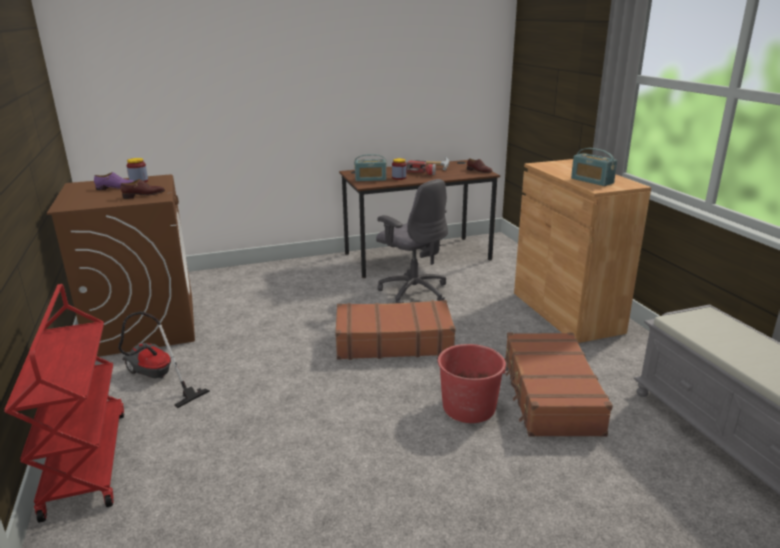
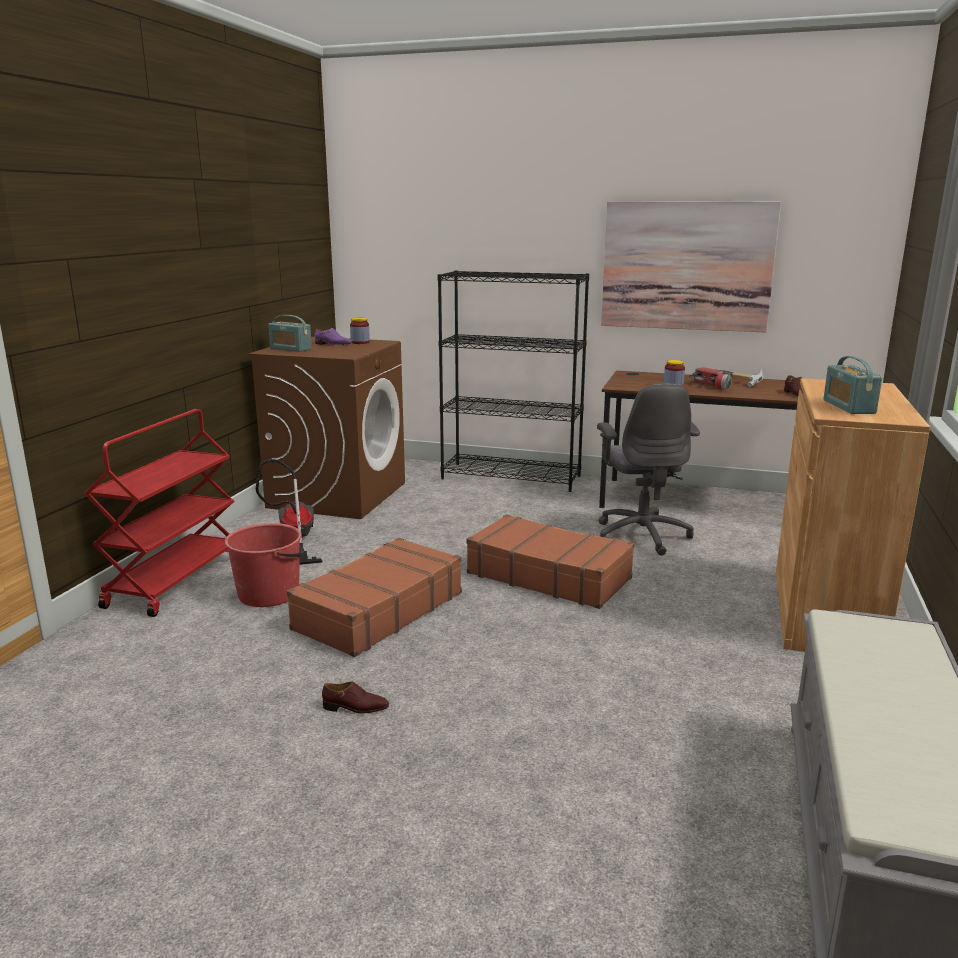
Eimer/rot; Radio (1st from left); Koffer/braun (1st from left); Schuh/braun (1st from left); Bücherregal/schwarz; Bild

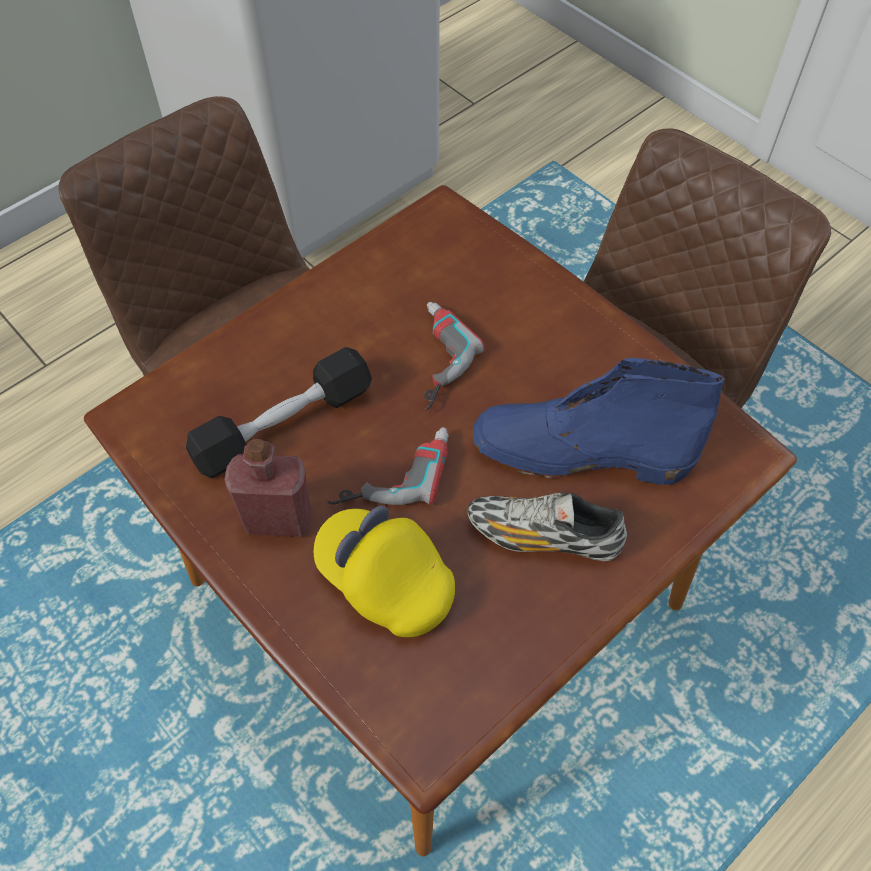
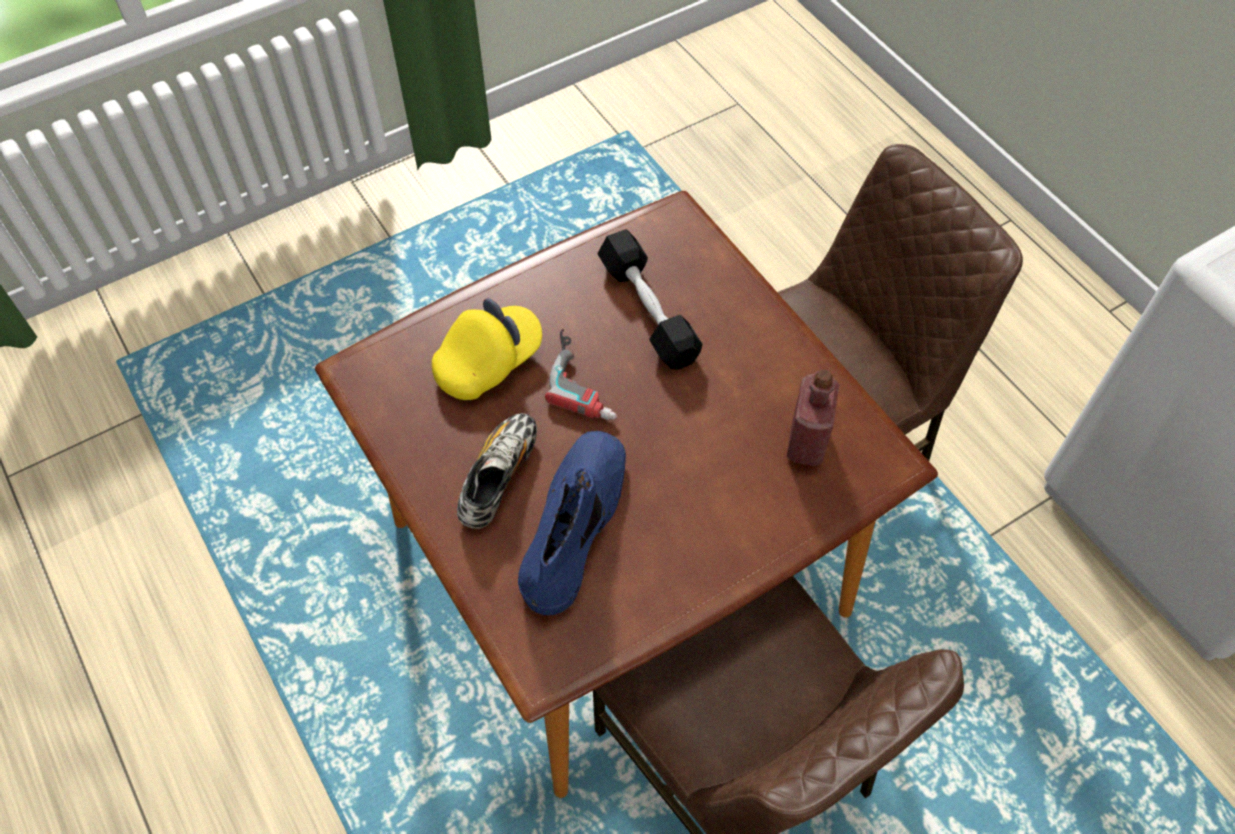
Flasche/rot; Bohrmaschine (2nd from left in the first image)

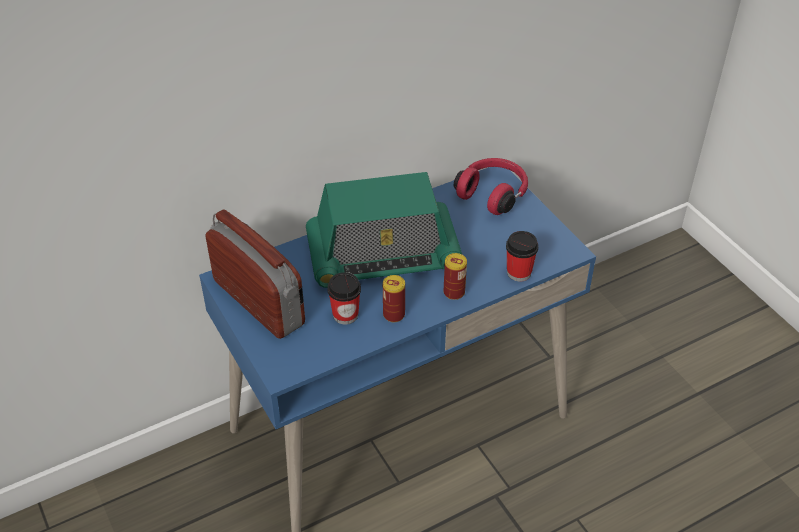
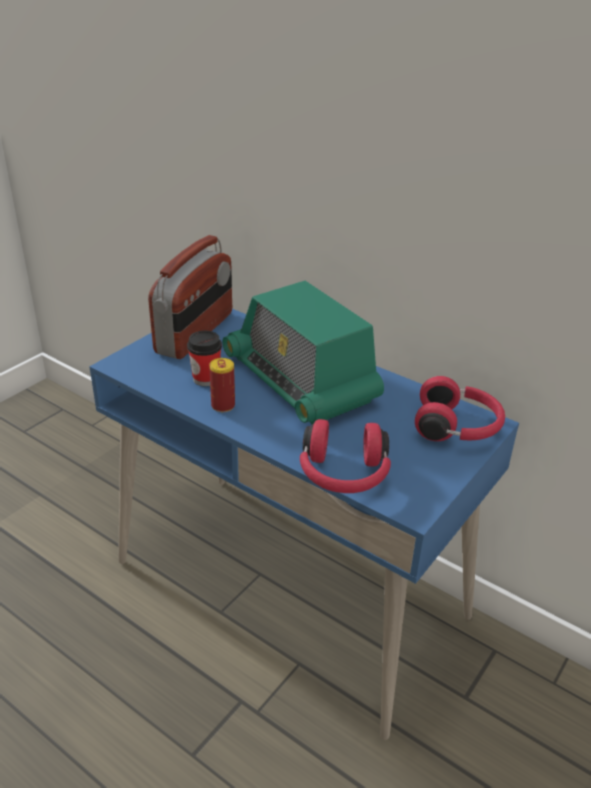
Kopfhörer/rot (1st from left); Dose (2nd from left in the first image)

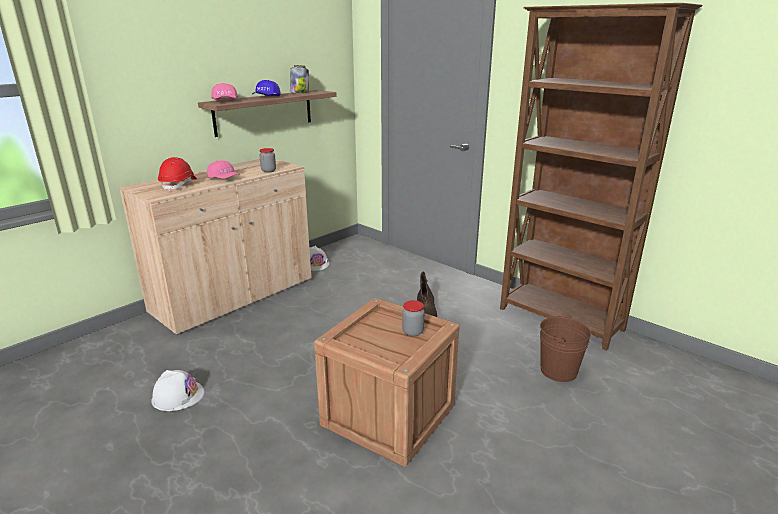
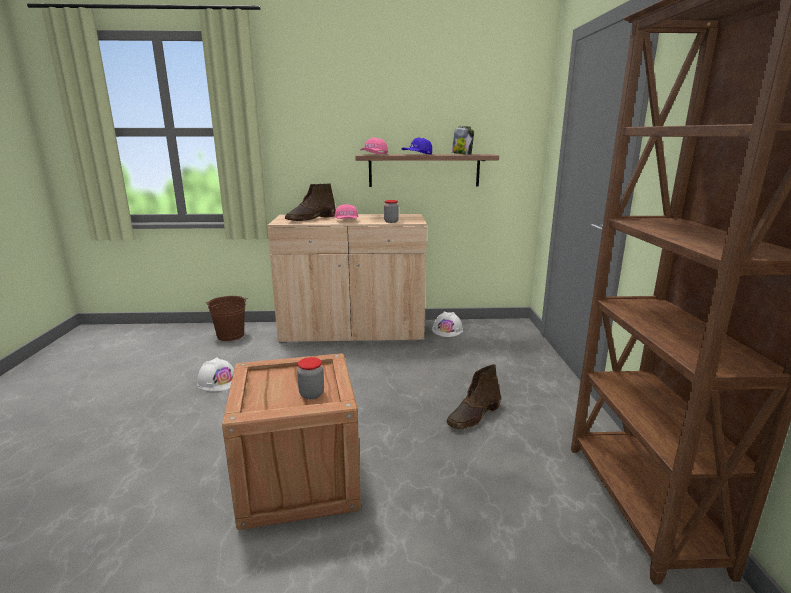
Eimer/braun; Stiefel/braun (1st from left)

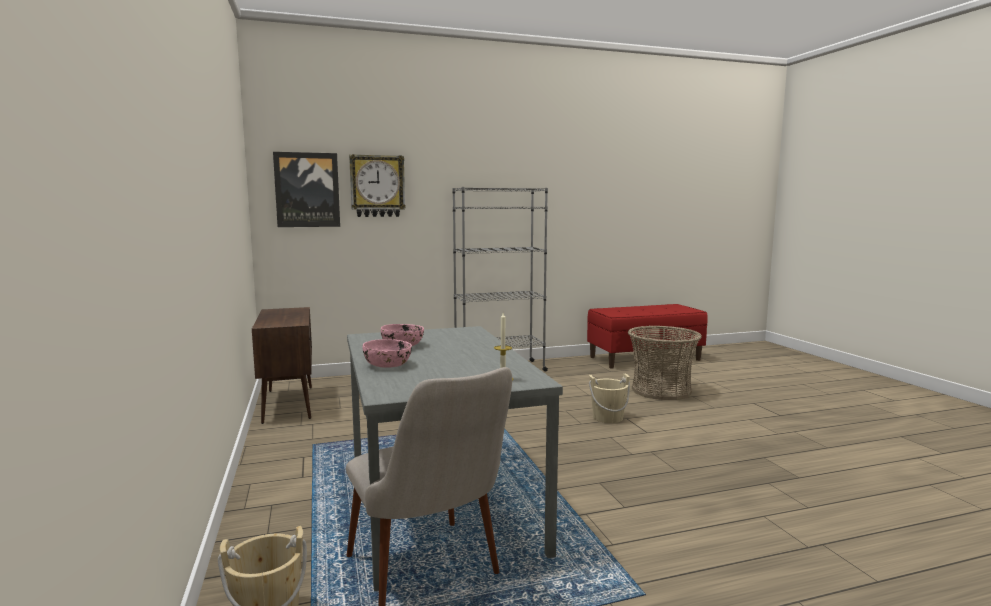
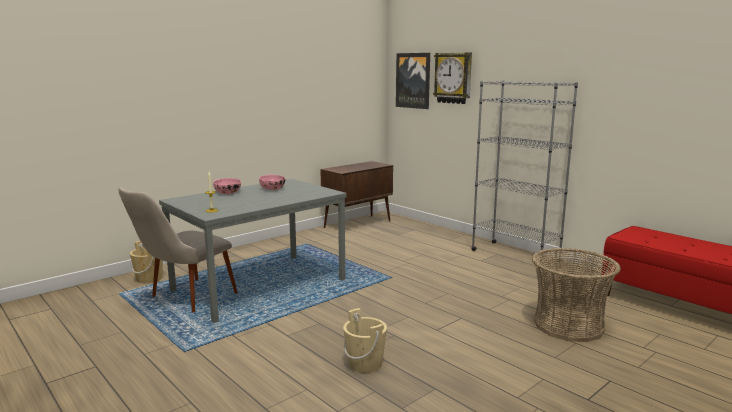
Eimer/beige (2nd from left)

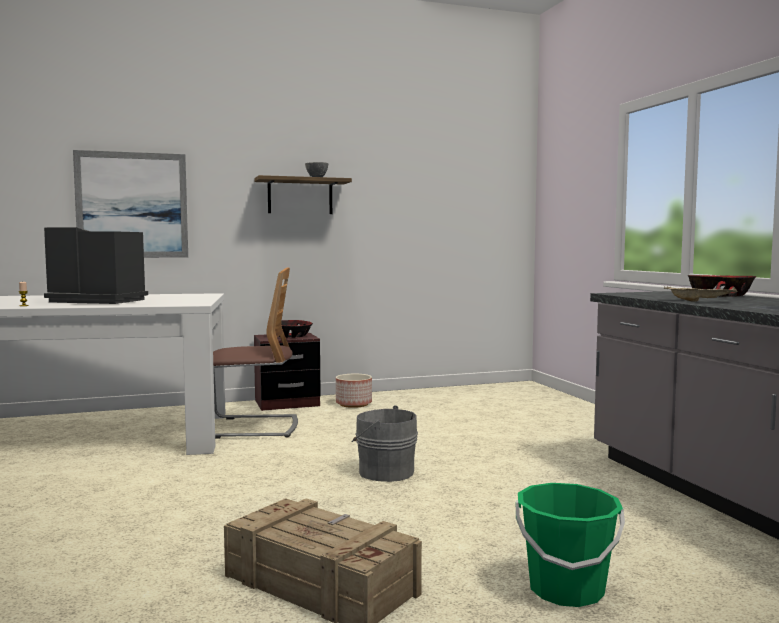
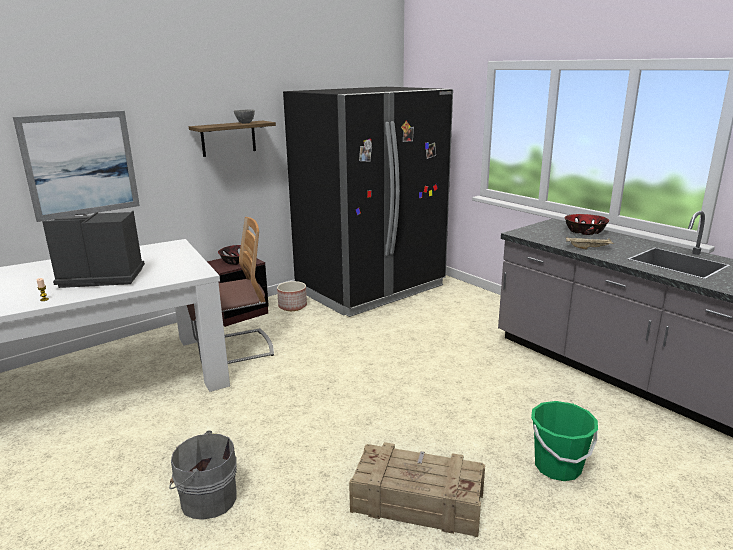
Eimer/grau; Kühlschrank/schwarz

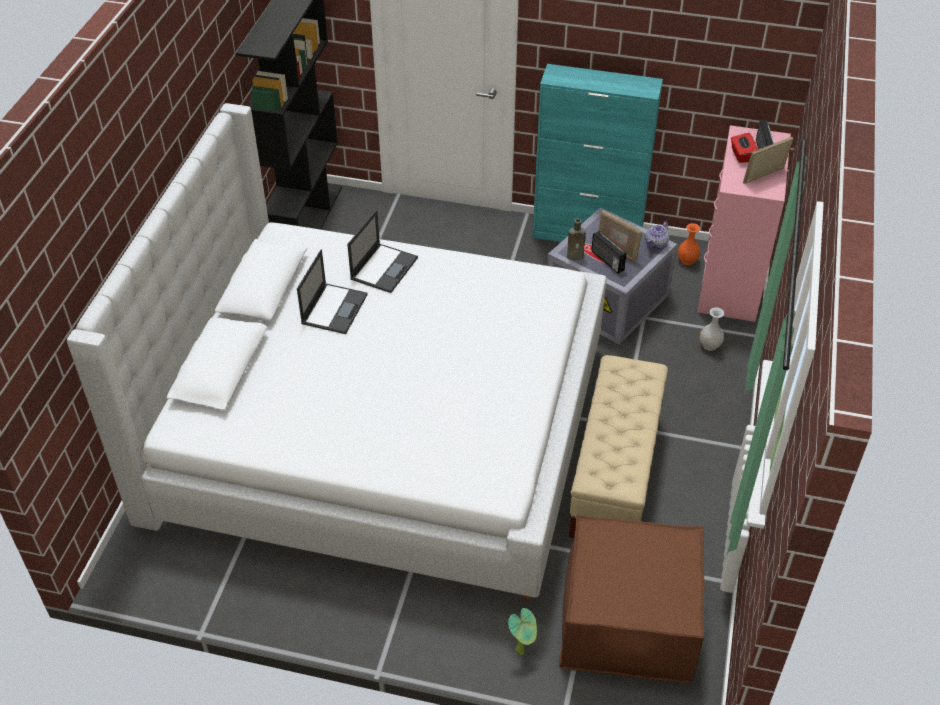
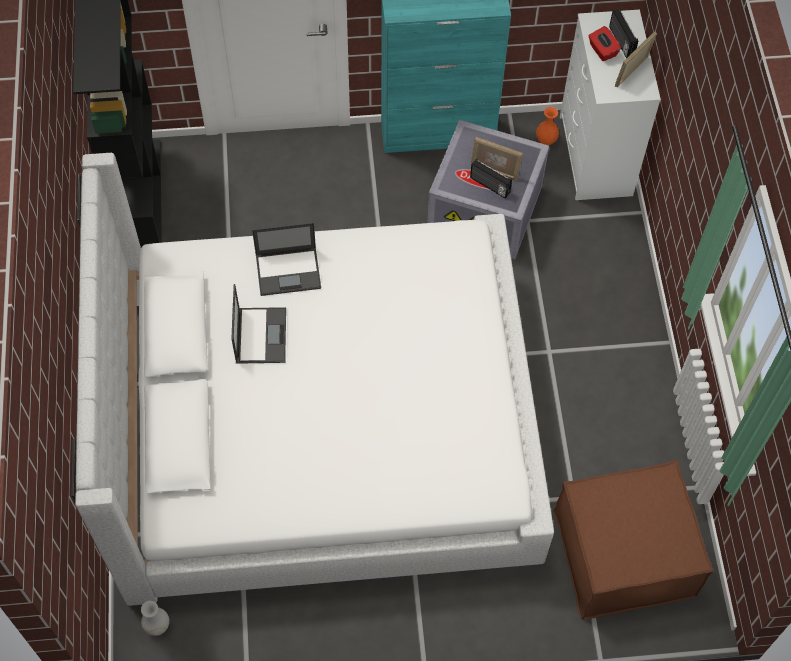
Vase/weiß; Laptop (2nd from left); Kommode/weiß; Topfpflanze; Flasche/braun; Bank/beige; Teekanne

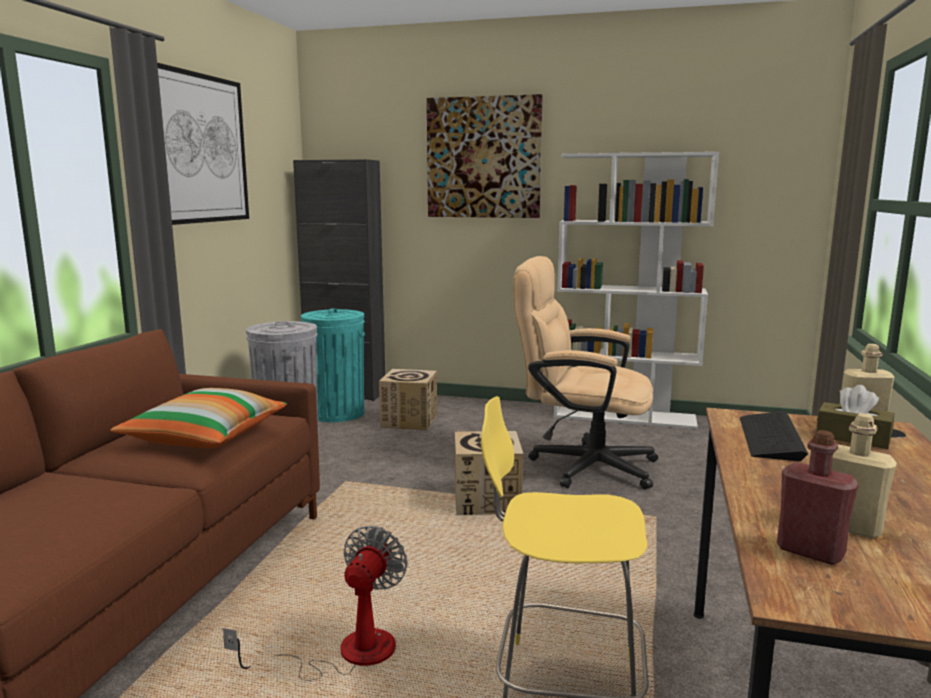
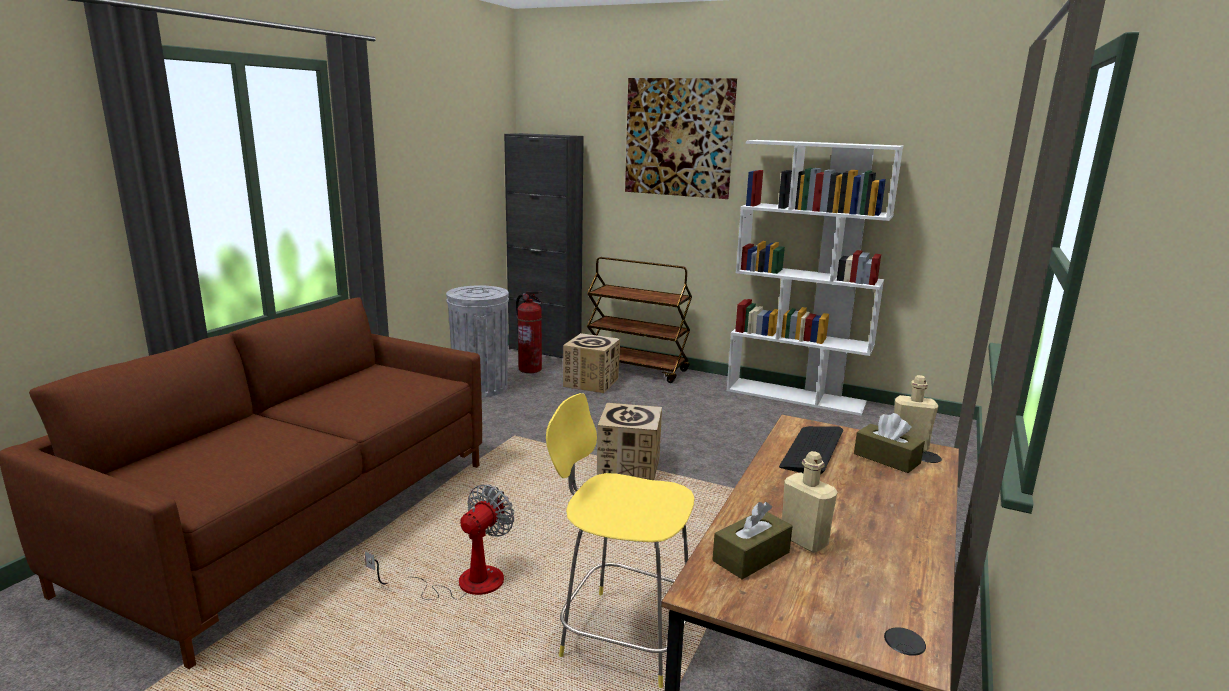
Feuerlöscher; Rollwagen/braun; Taschentuchbox/braun (1st from left); Kissen; Bild (1st from left in the first image); Bürostuhl/beige

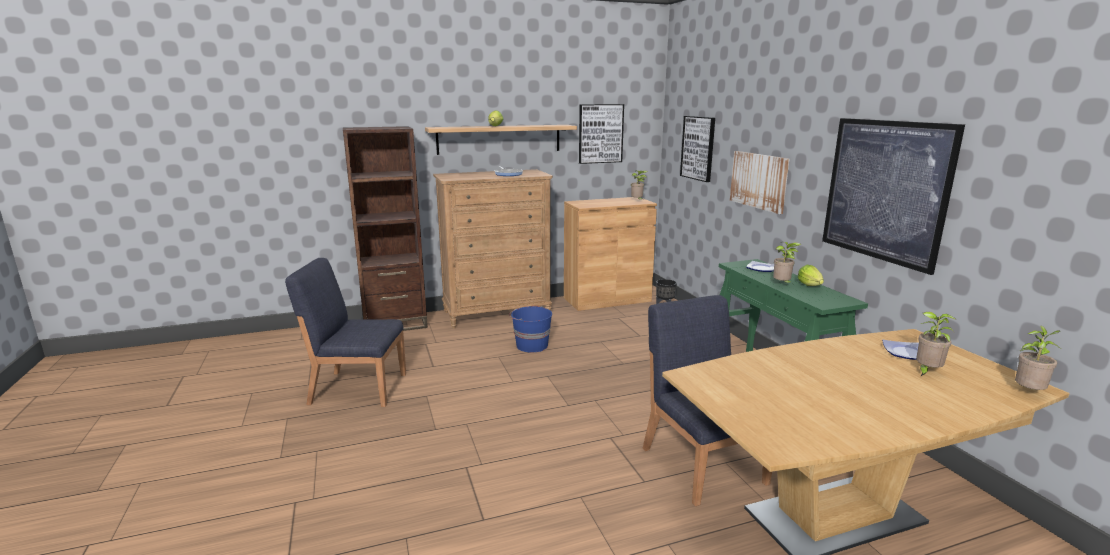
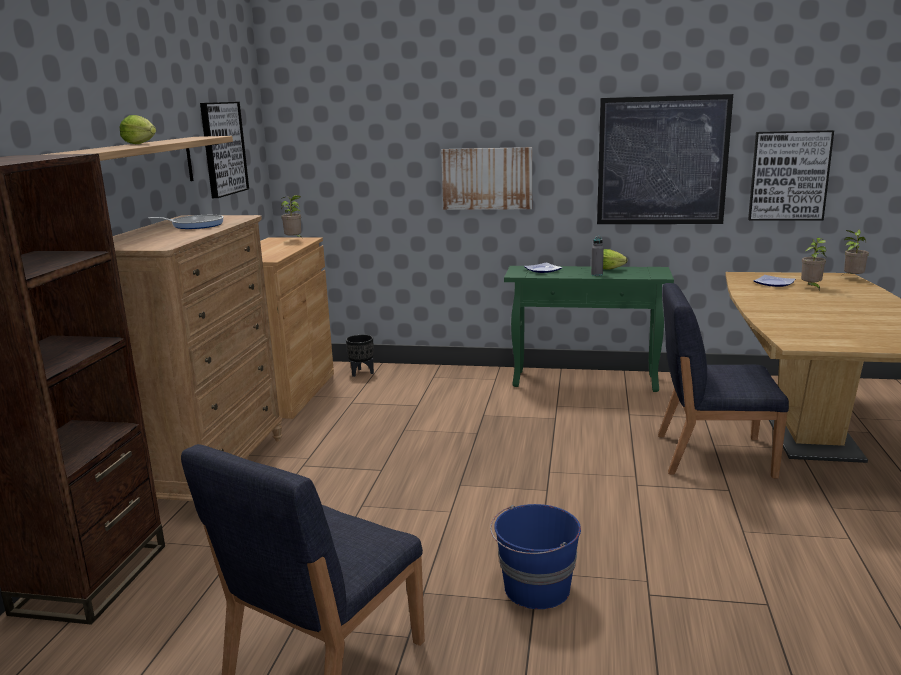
Eimer/blau; Flasche/grau; Bild (4th from left)

